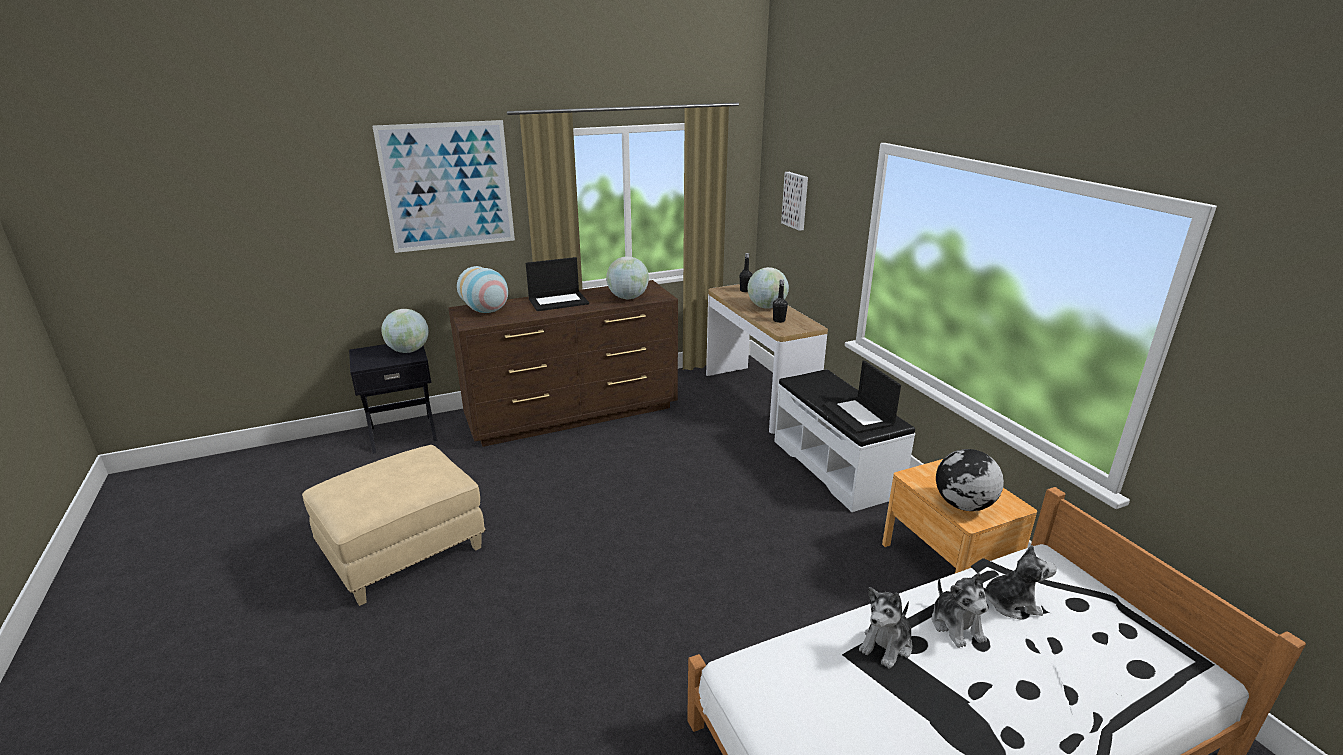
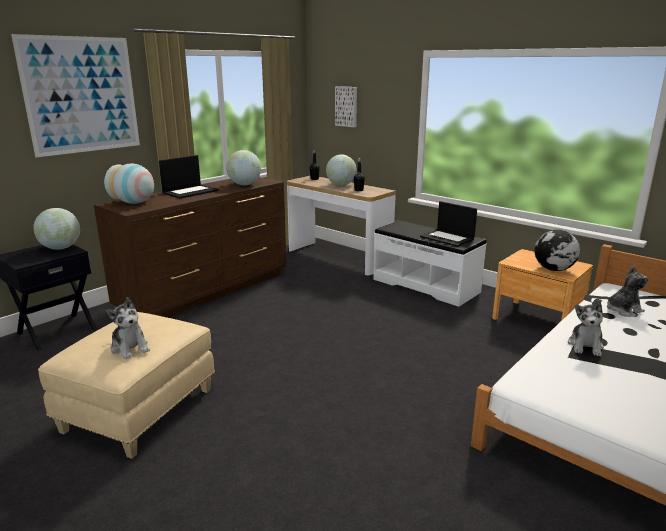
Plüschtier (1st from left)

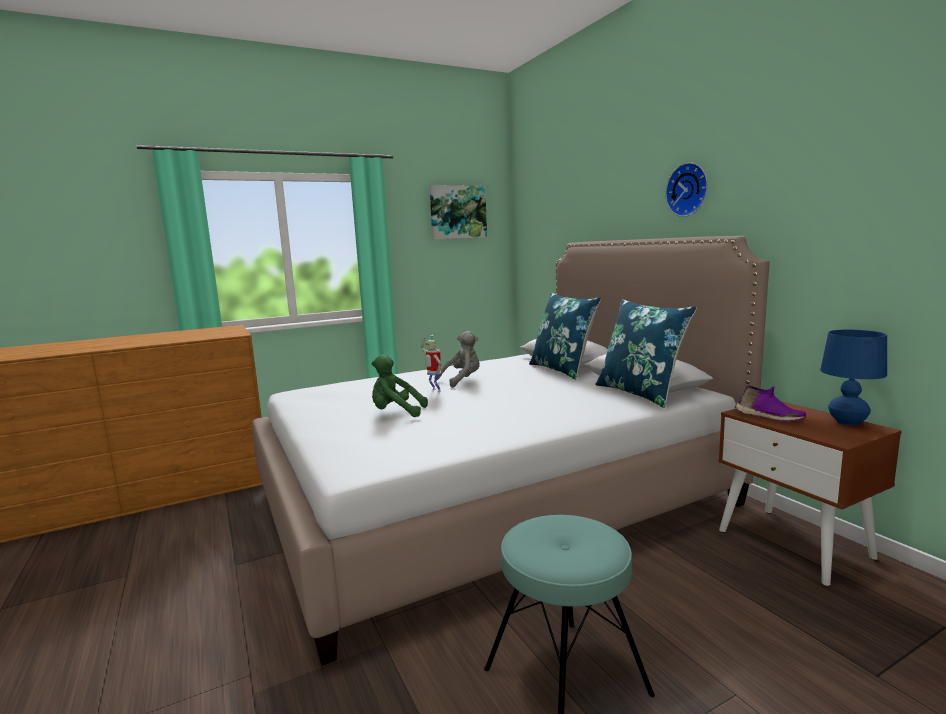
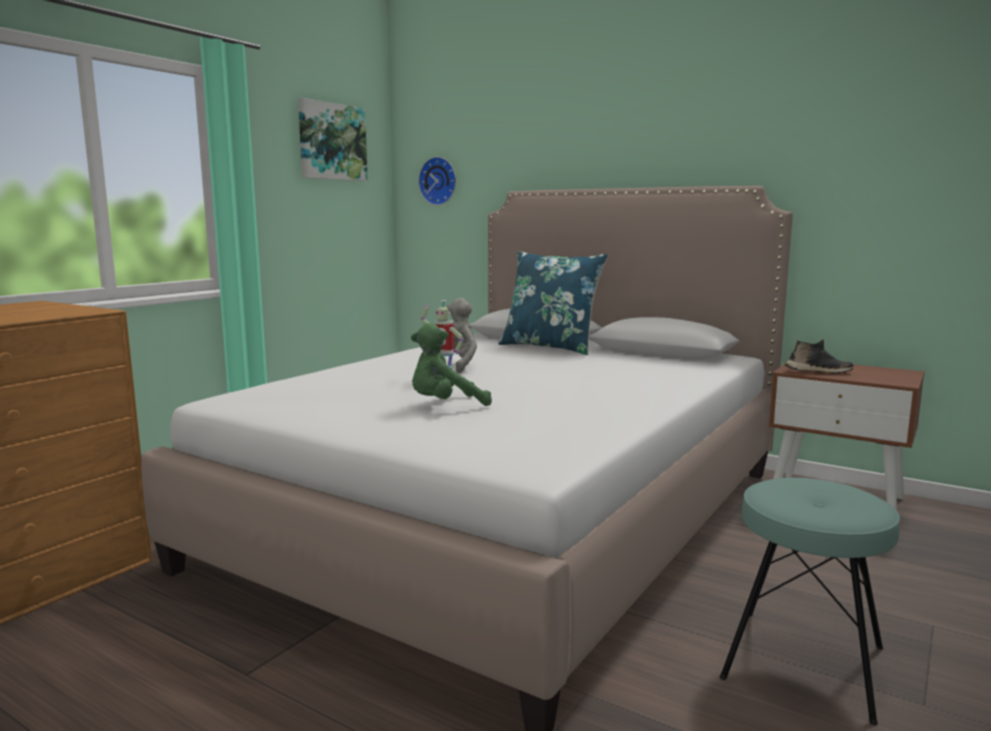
Wanduhr; Schuh/schwarz; Kissen/blau (2nd from left in the first image); Tischlampe/blau

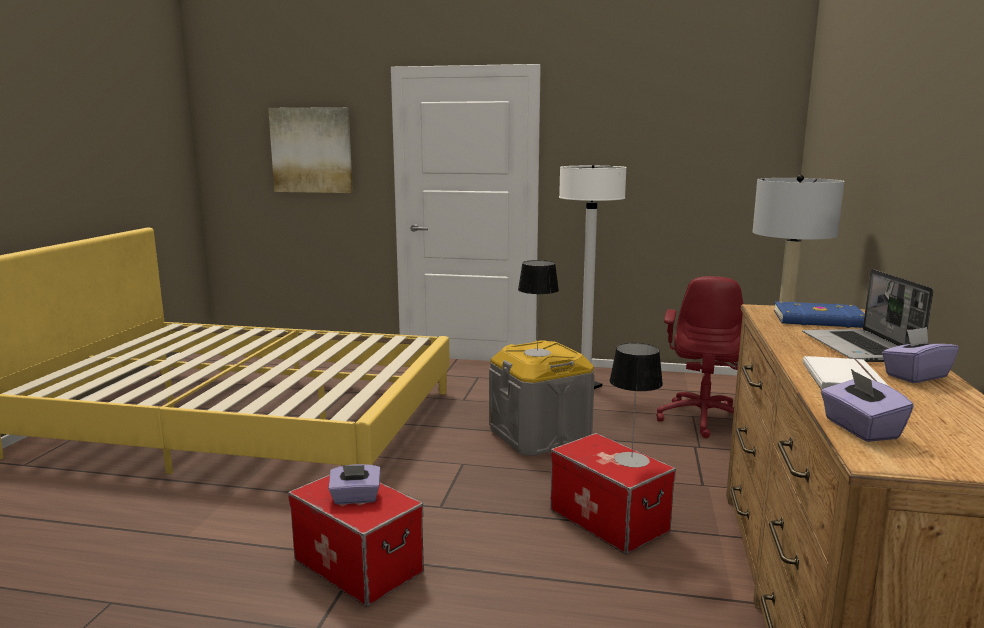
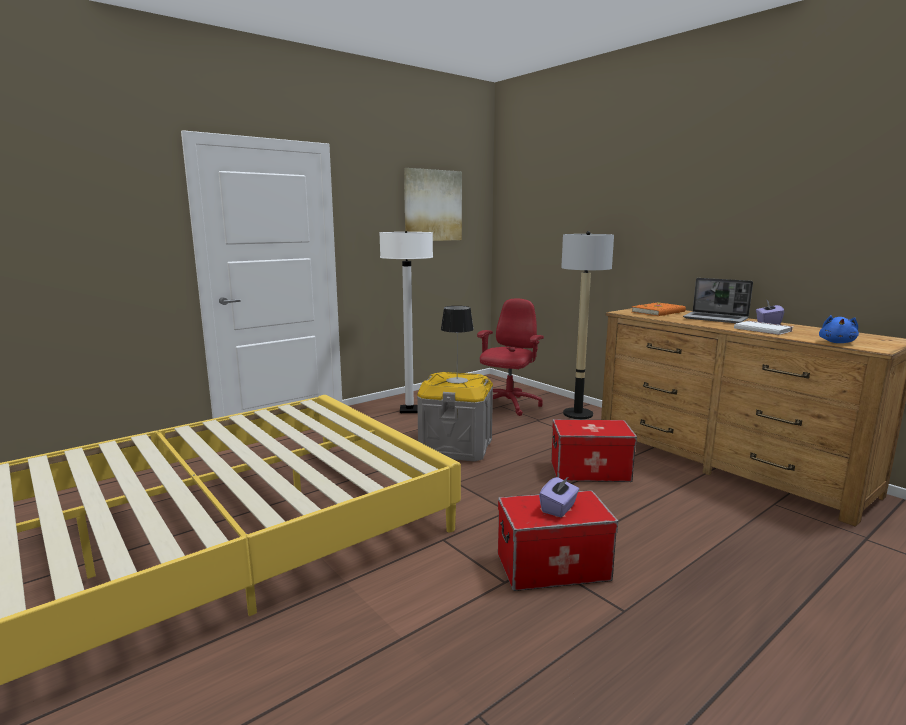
Bild; Bürostuhl/rot; Buch/orange; Plüschtier/blau; Tischlampe (2nd from left in the first image)

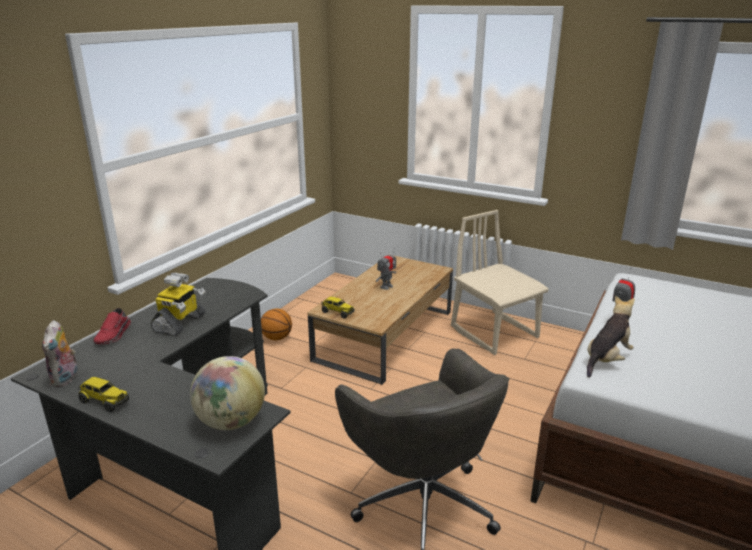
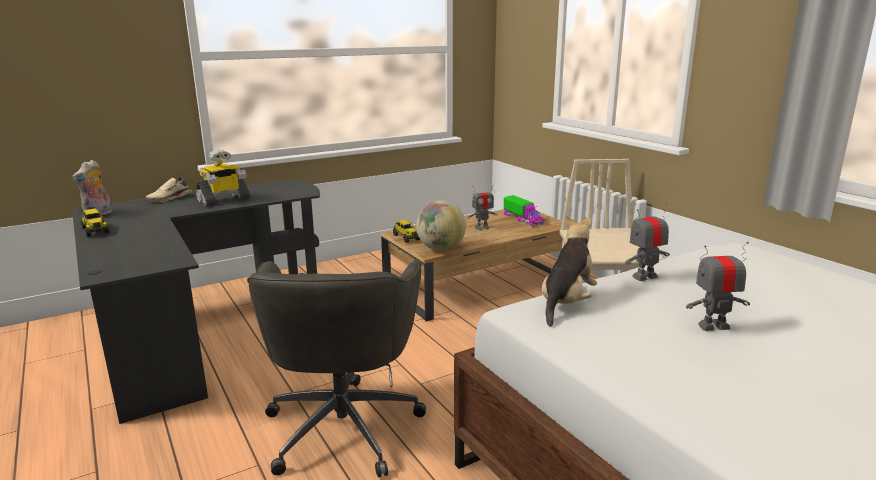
Schuh/beige; Globus; Spielzeuglaster (3rd from left); Plüschtier (2nd from left); Spielzeugroboter (4th from left); Basketball

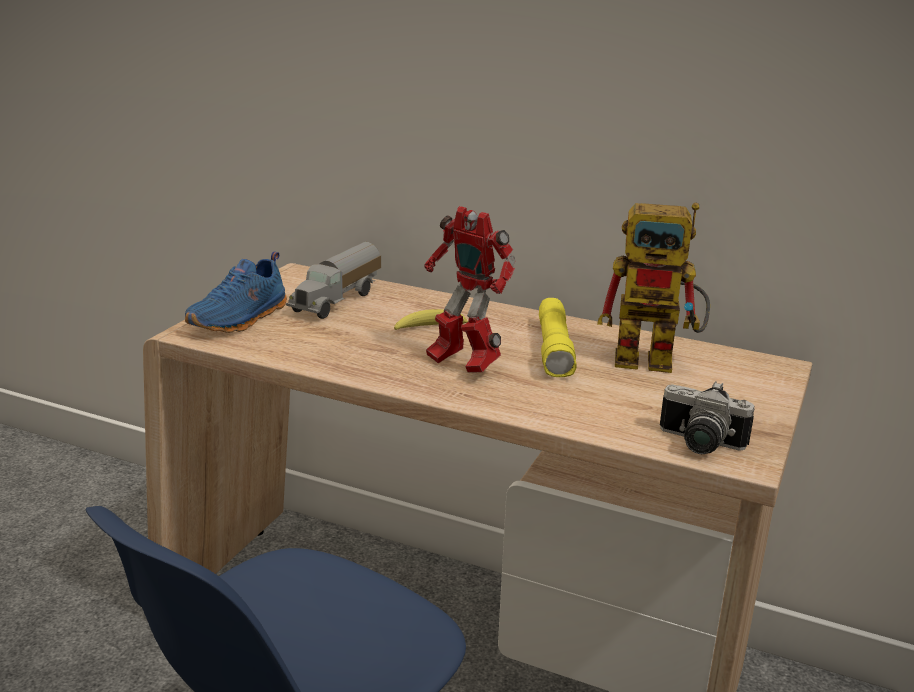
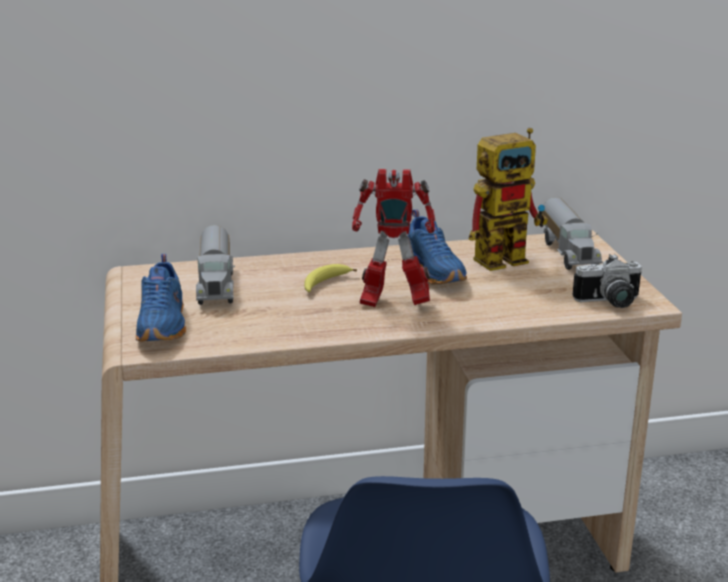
Schuh/blau (2nd from left); Spielzeuglaster (2nd from left)

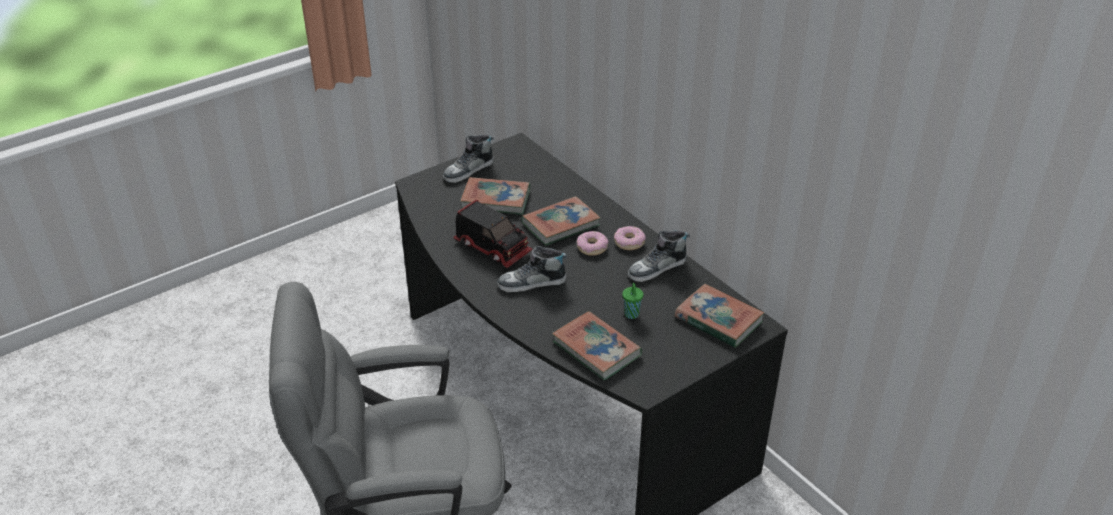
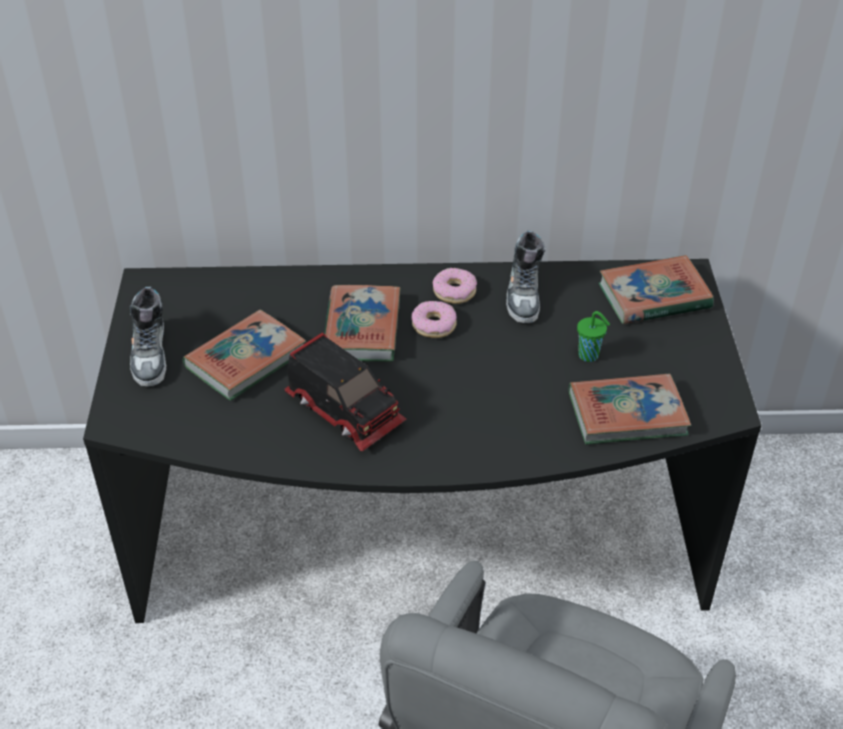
Spielzeuglaster; Schuh (2nd from left in the first image)

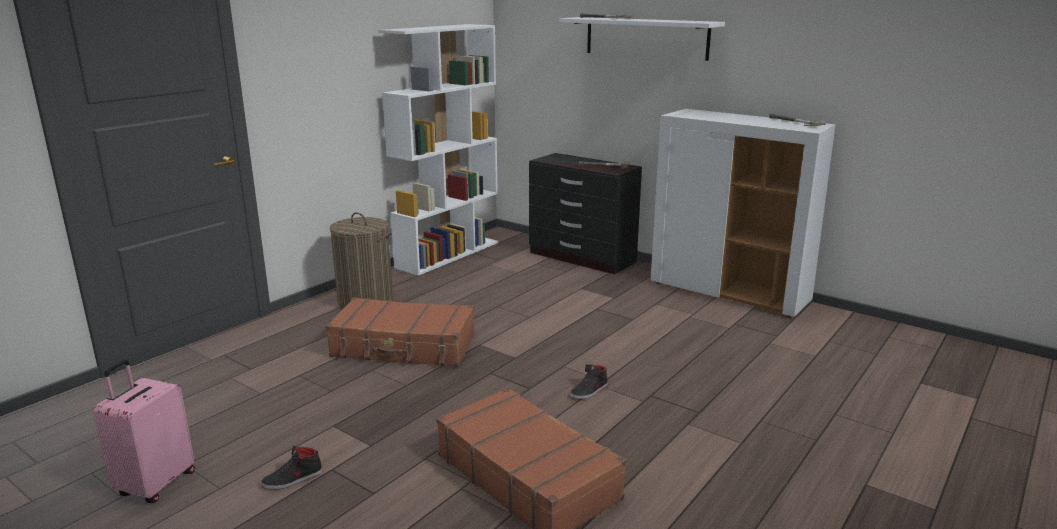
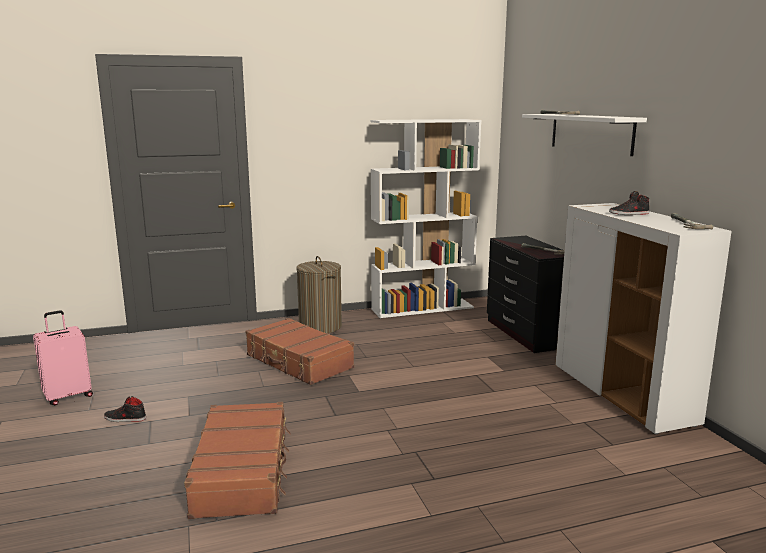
Schuh/schwarz (2nd from left)

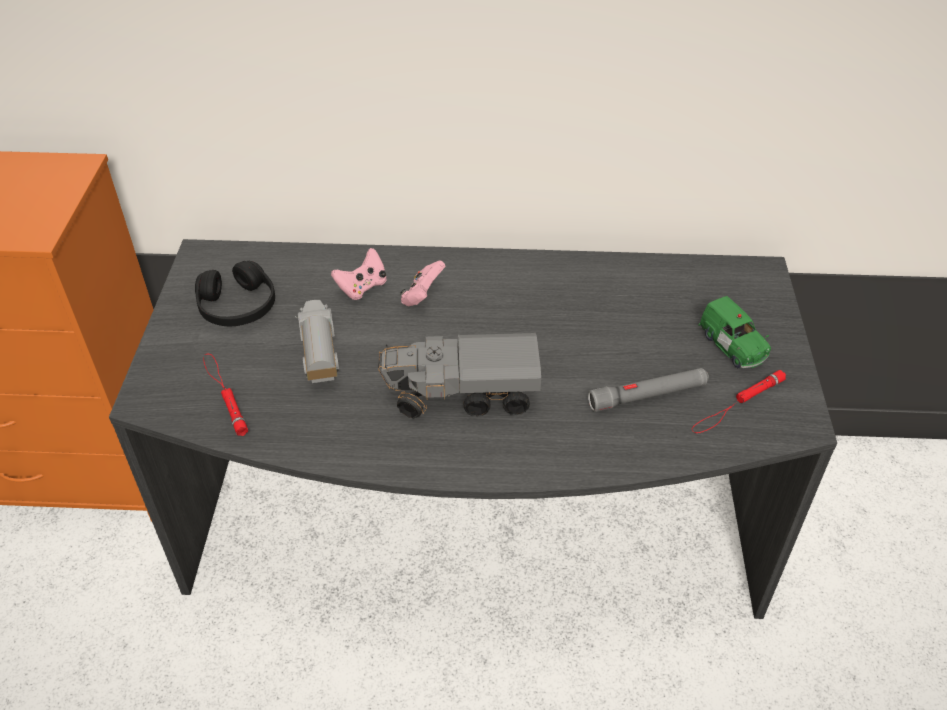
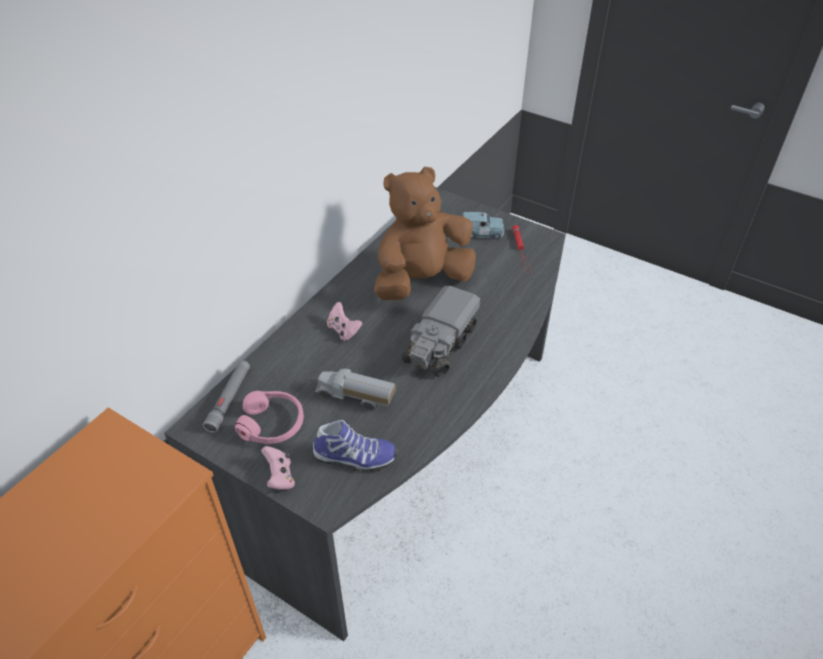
Taschenlampe/grau; Kopfhörer/rosa; Gamepad/rosa (1st from left); Schuh; Plüschtier/braun; Spielzeugauto/blau

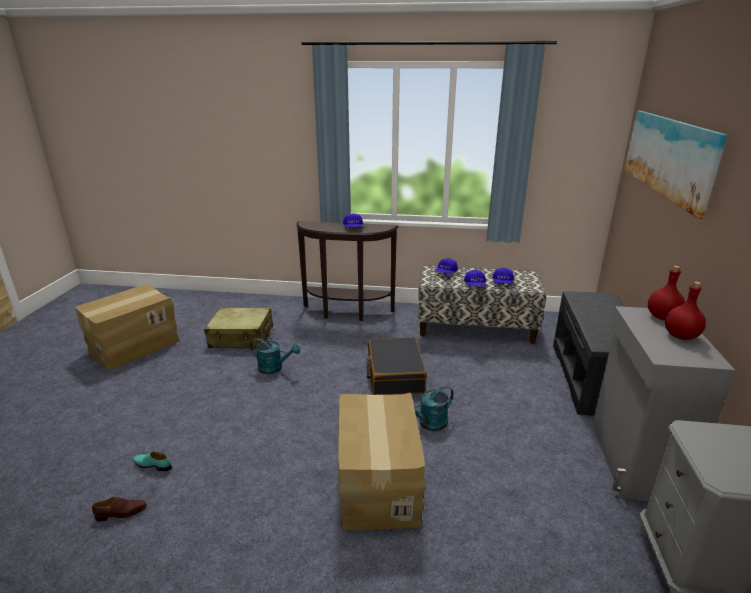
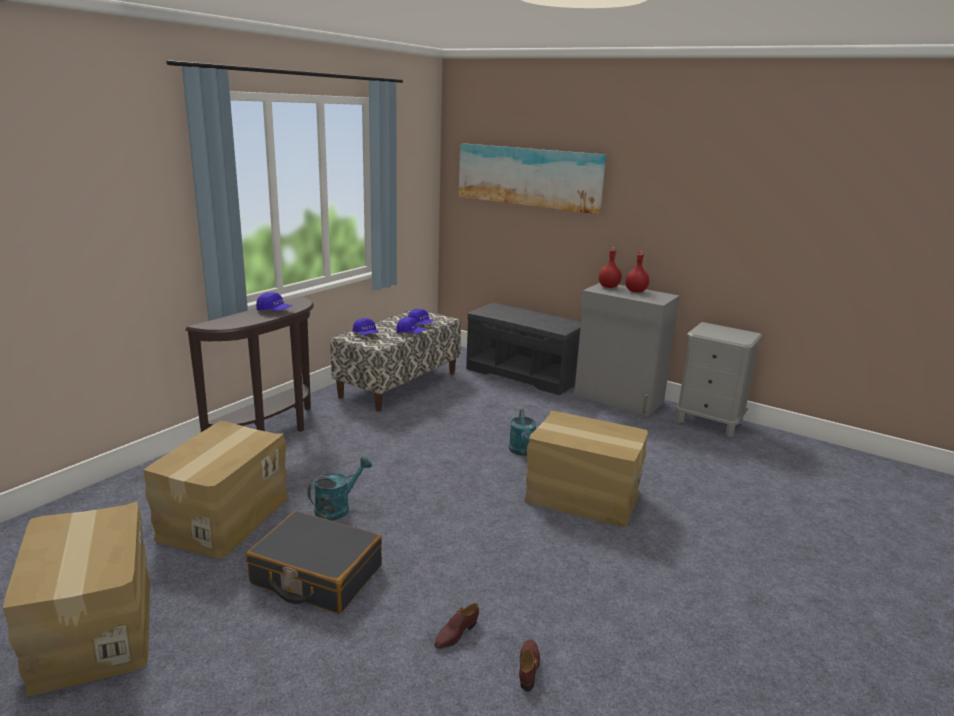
Karton (2nd from left); Koffer/schwarz; Schuh/braun (1st from left)

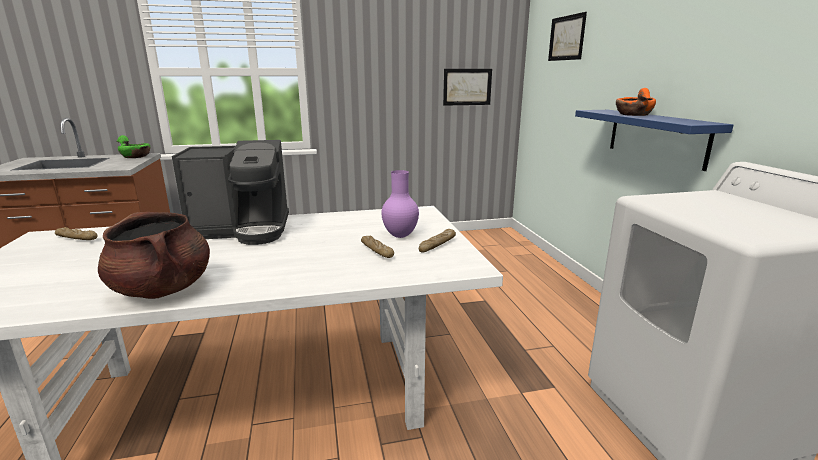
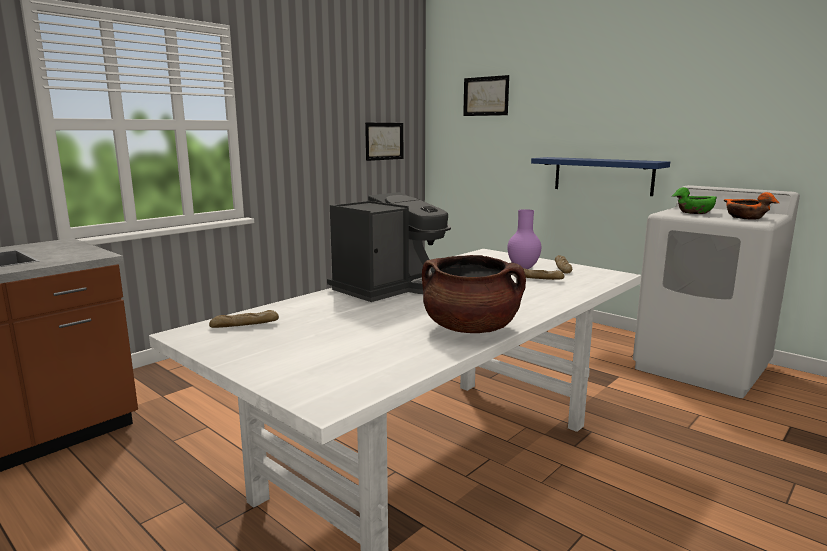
Schüssel/grün; Schüssel/orange

